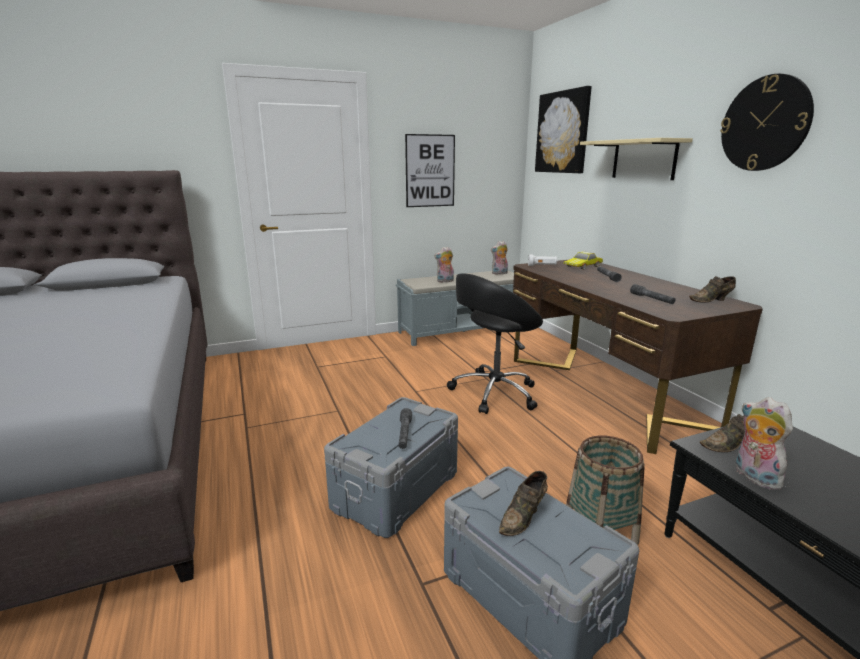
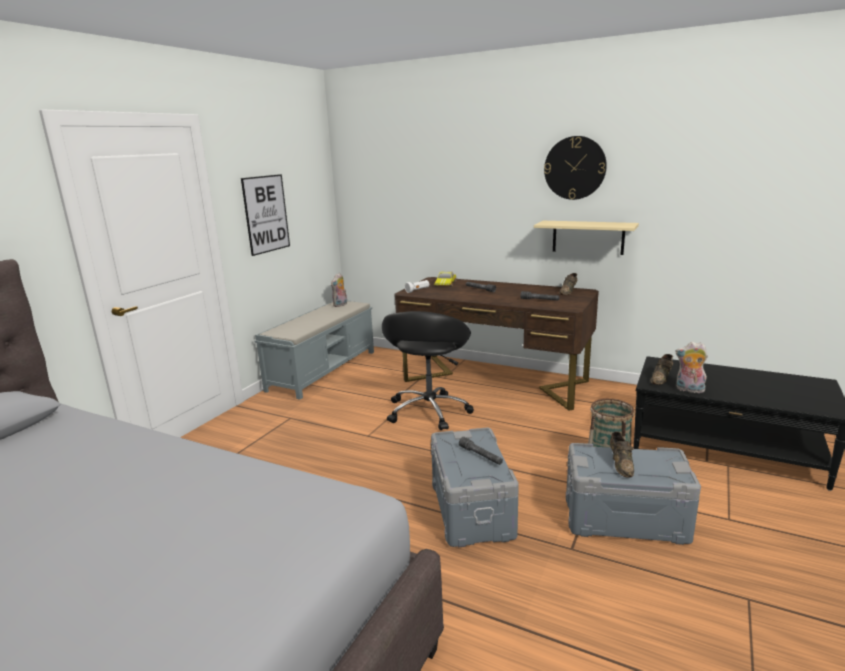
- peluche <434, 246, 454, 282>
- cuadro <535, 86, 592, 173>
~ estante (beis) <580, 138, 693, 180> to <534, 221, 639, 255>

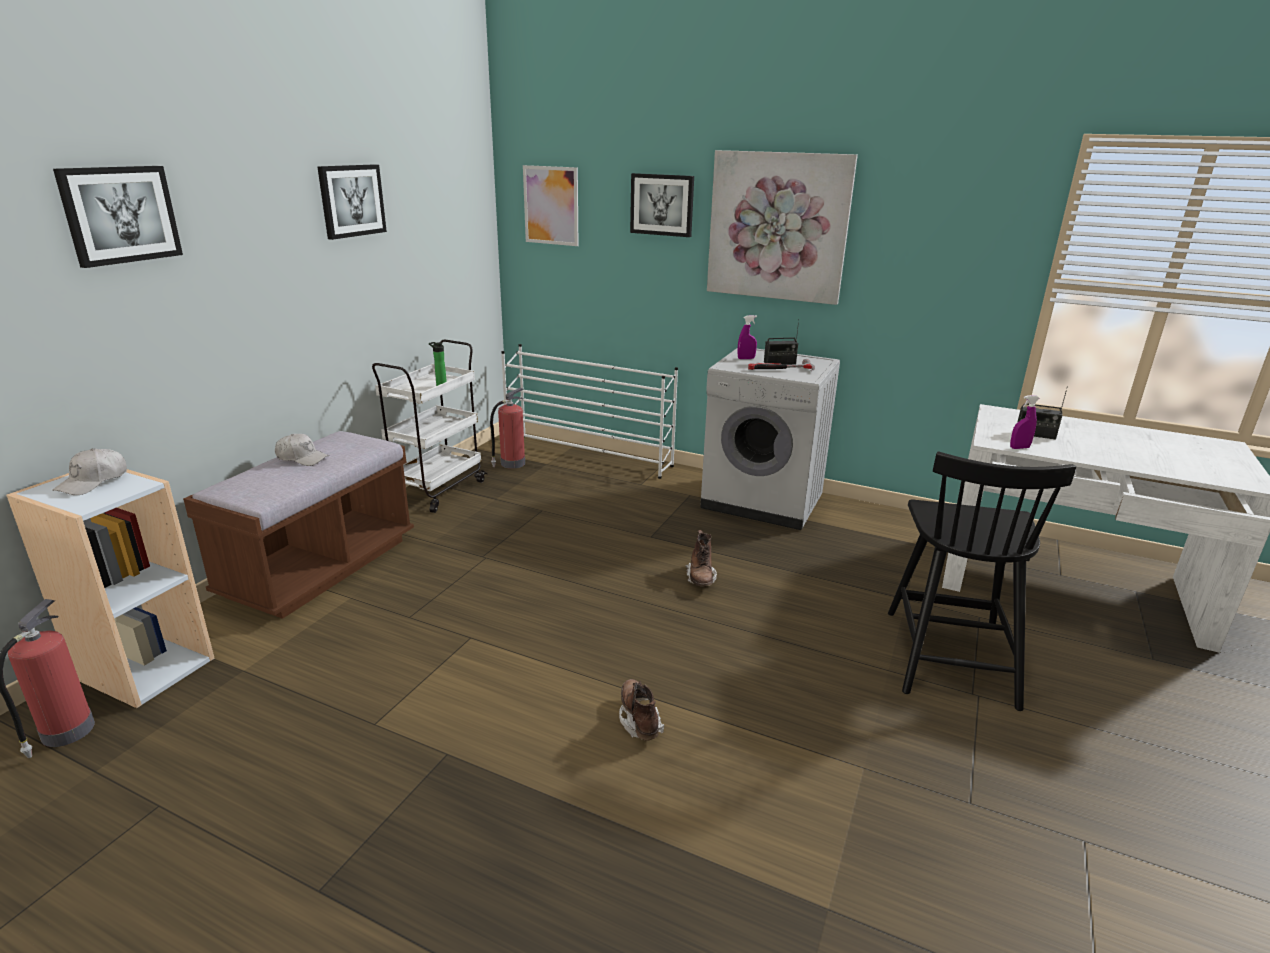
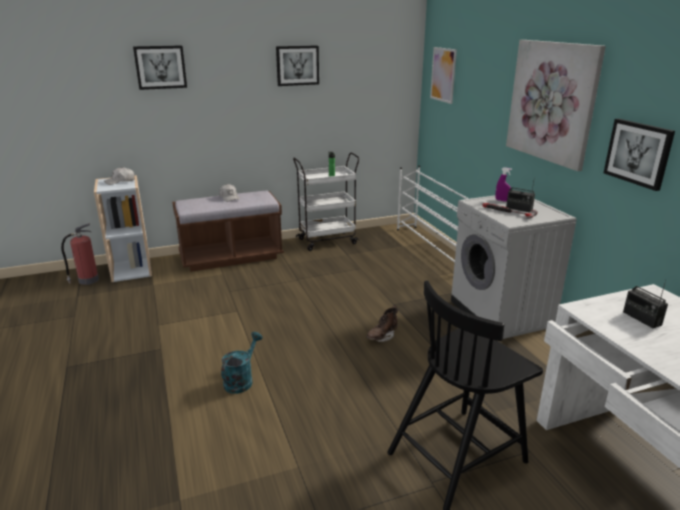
- extintor <490, 388, 525, 469>
~ bota (marrón) <619, 679, 664, 740> to regadera (turquesa) <221, 332, 263, 394>
~ cuadro <630, 173, 694, 237> to <604, 119, 675, 191>
- pulverizador (morado) <1010, 395, 1039, 449>

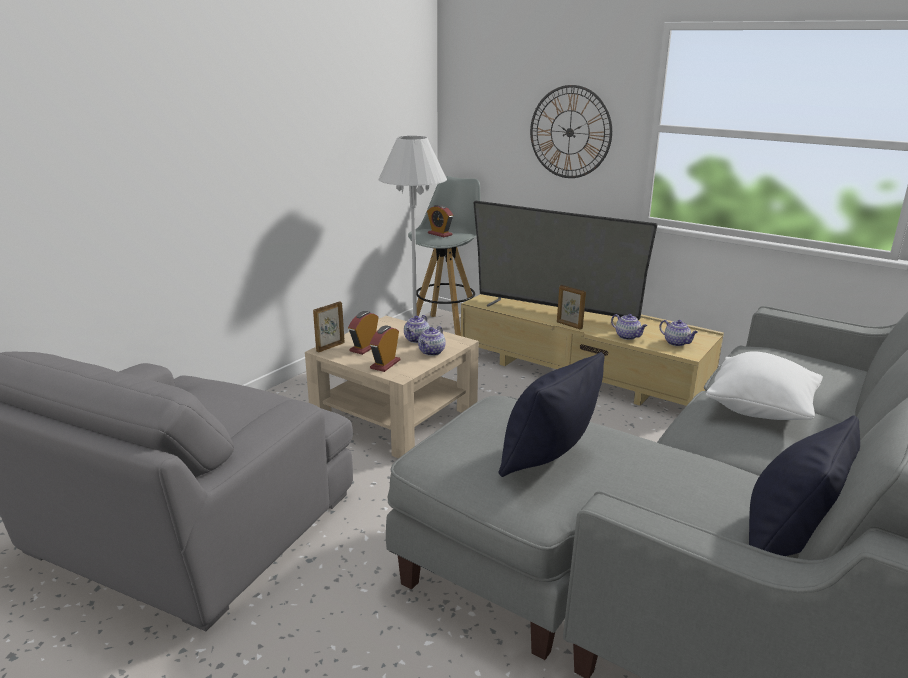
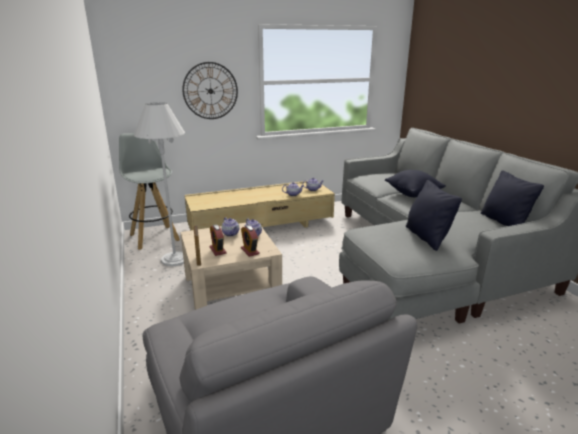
- despertador <427, 204, 453, 237>
- televisor <473, 201, 658, 320>
- portarretratos <557, 285, 586, 330>
~ cojín (blanco) <706, 351, 823, 420> to cojín (negro) <385, 170, 446, 197>

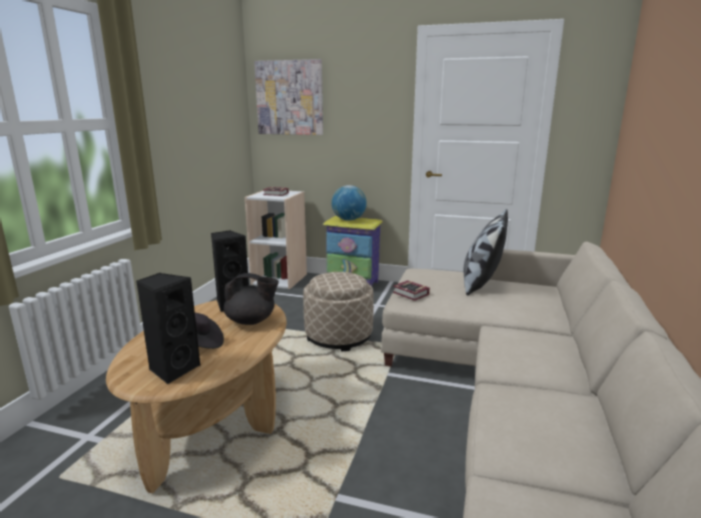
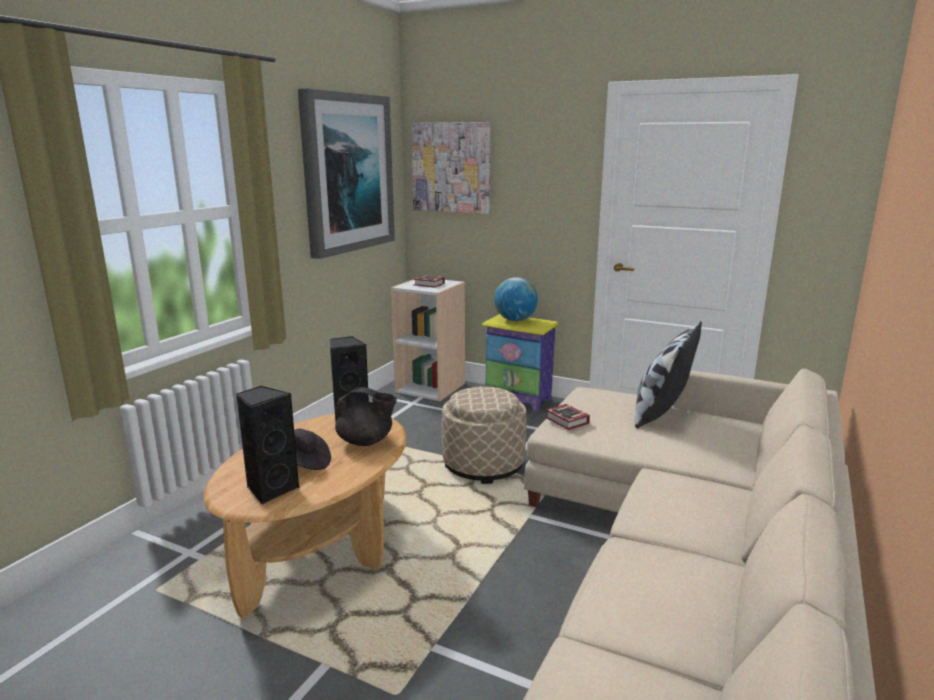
+ cuadro <298, 88, 395, 259>

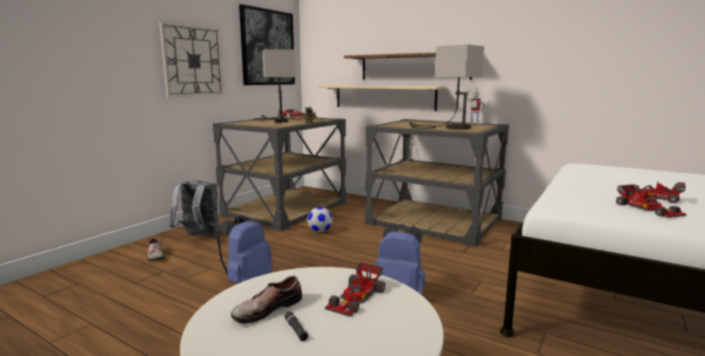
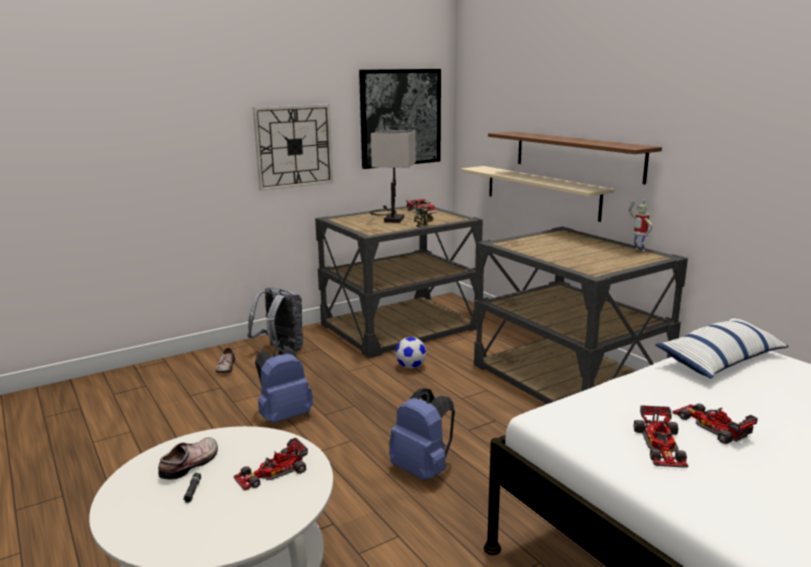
~ zapato <231, 276, 302, 324> = <158, 437, 218, 480> 135 degrees clockwise
- lámpara de mesa <409, 44, 484, 130>
+ cojín <655, 317, 789, 378>

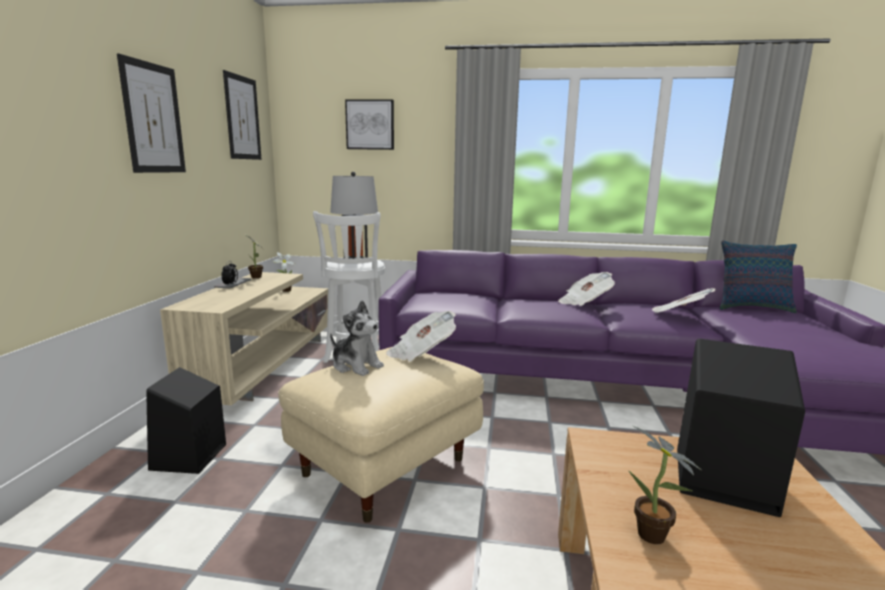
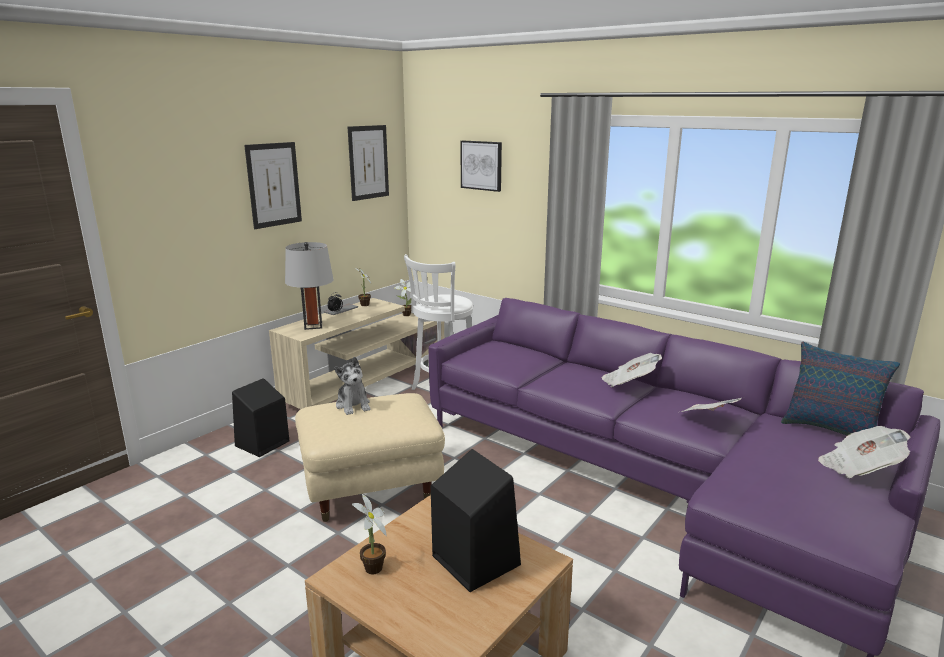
~ lámpara de mesa (gris) <330, 172, 378, 259> to <285, 242, 334, 330>
~ periódico <386, 311, 456, 362> to <818, 426, 911, 478>

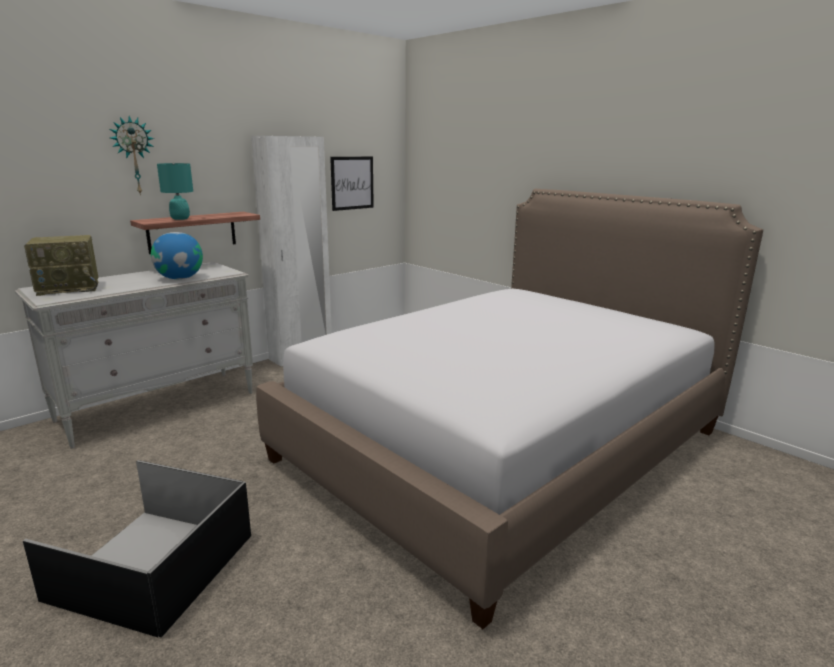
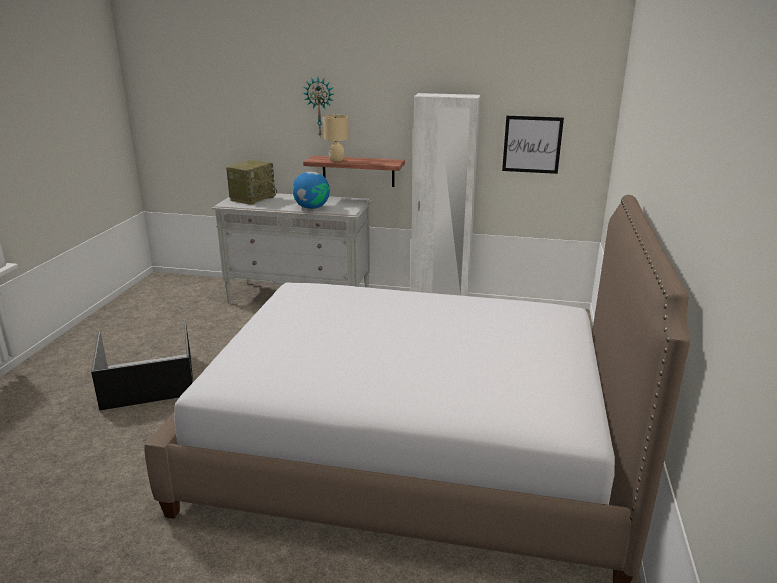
~ radio <24, 235, 99, 296> = <226, 160, 277, 205> 90 degrees counterclockwise
~ lámpara de mesa (turquesa) <157, 163, 193, 220> to lámpara de mesa (beis) <323, 115, 349, 162>

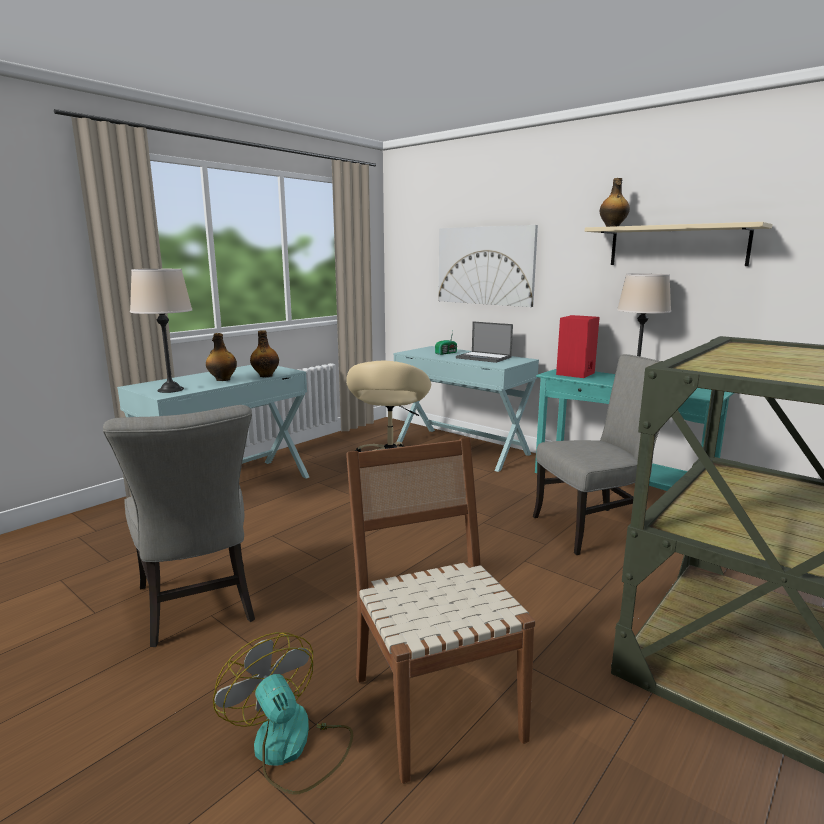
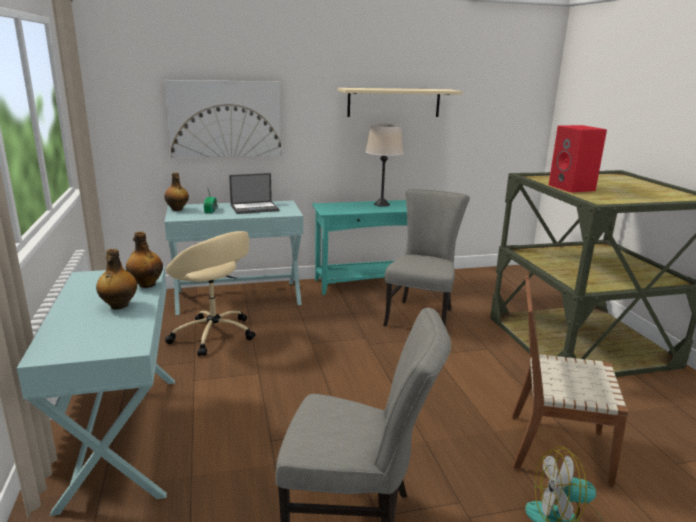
- lámpara de mesa (beis) <130, 269, 192, 393>
~ altavoz (rojo) <556, 315, 600, 378> to <549, 125, 607, 193>
~ botella <600, 178, 630, 227> to <164, 173, 189, 211>

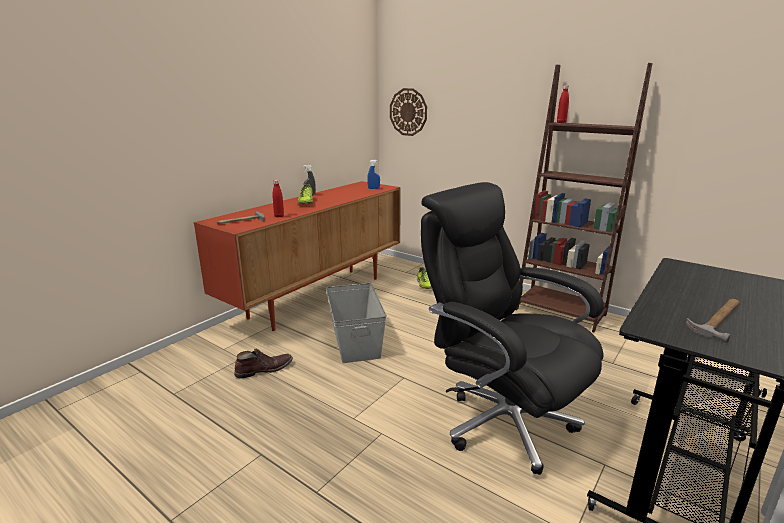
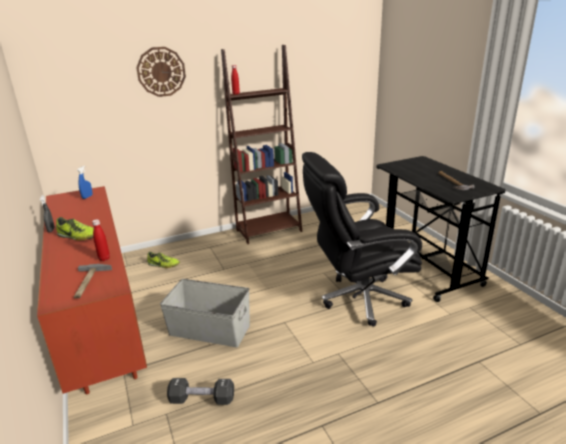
~ bota (marrón) <234, 349, 293, 378> to mancuerna (negro) <167, 378, 234, 405>
~ reloj de pared <390, 88, 427, 136> to <136, 47, 186, 97>

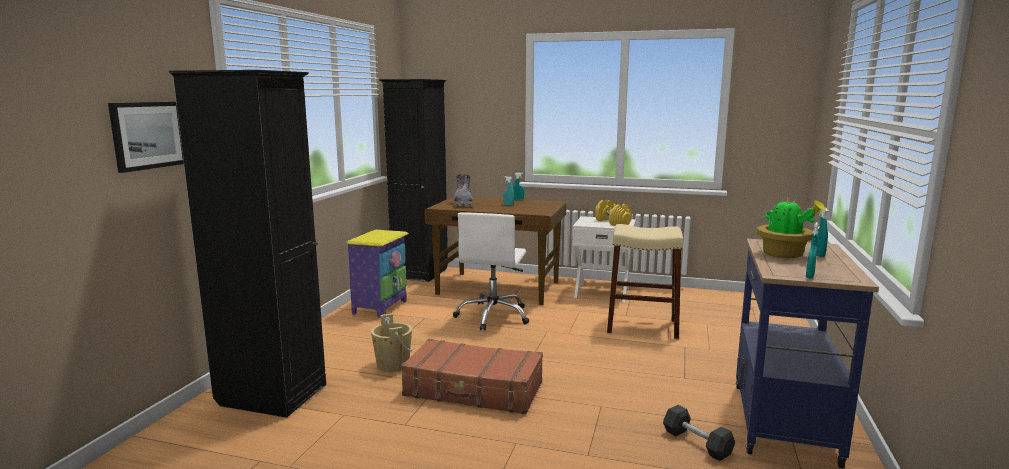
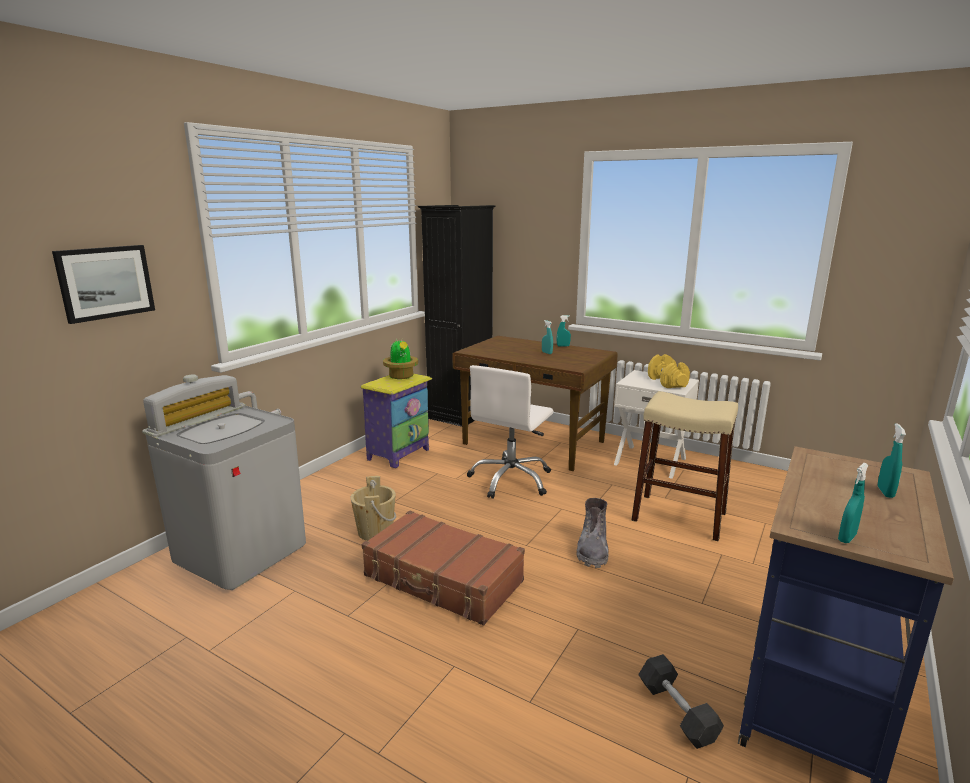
~ armario (negro) <169, 70, 326, 417> to lavadora (gris) <142, 375, 306, 590>
~ bota (gris) <453, 174, 473, 207> to <576, 498, 609, 568>
~ planta en maceta <757, 196, 826, 258> to <383, 338, 418, 379>

